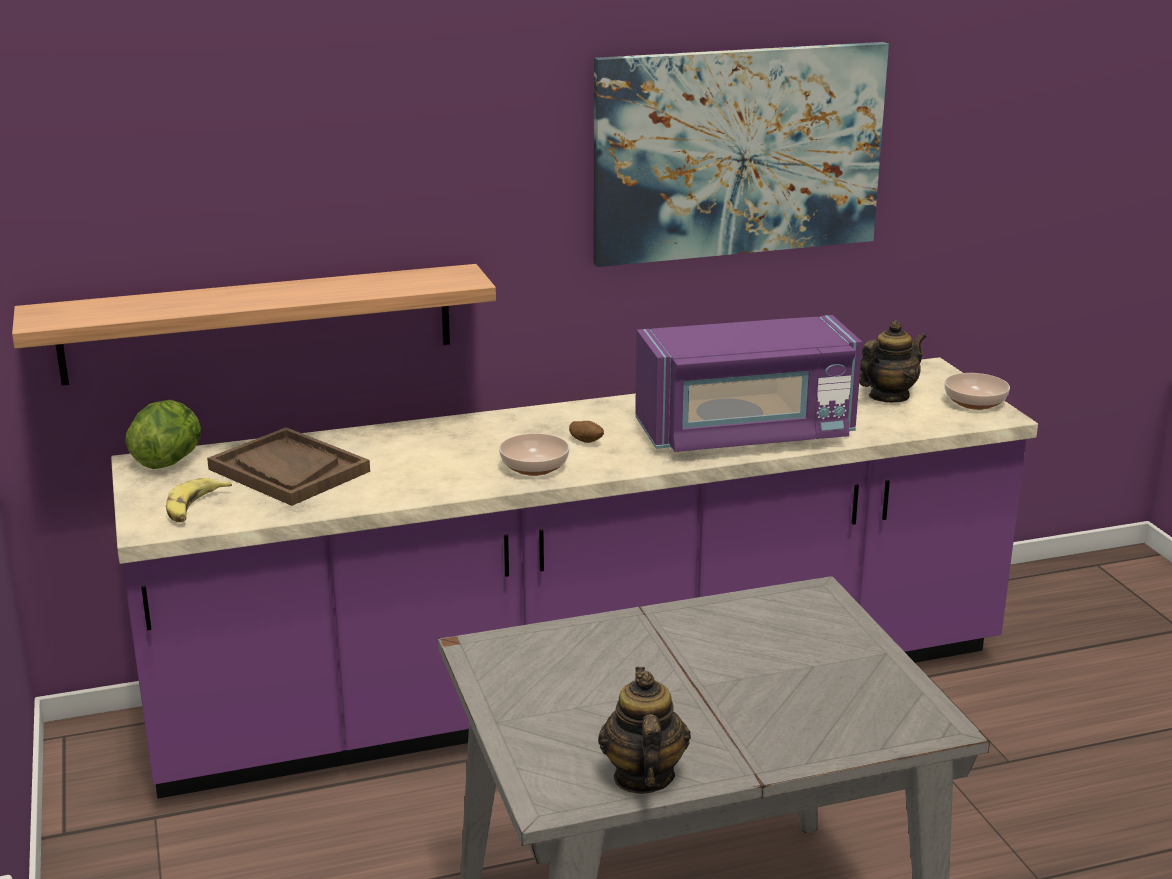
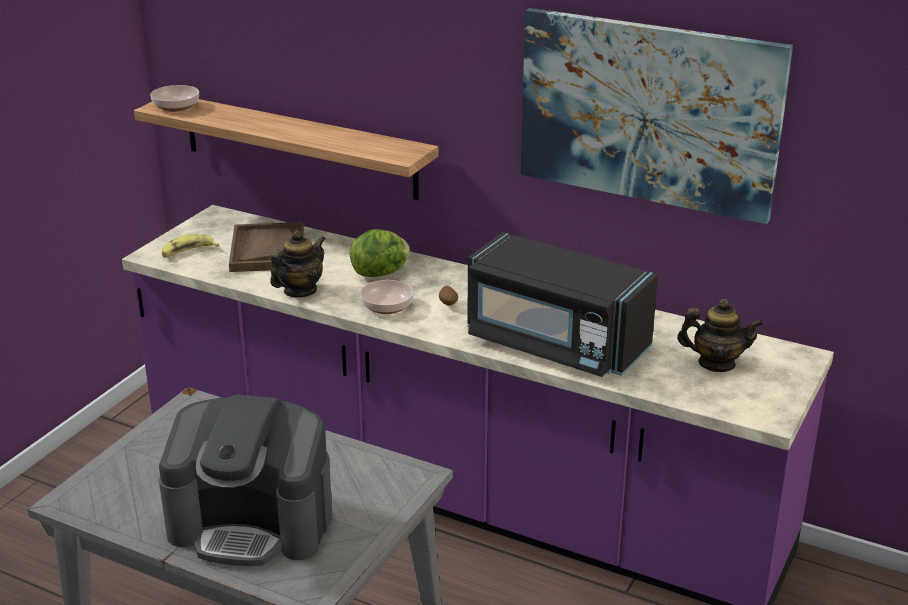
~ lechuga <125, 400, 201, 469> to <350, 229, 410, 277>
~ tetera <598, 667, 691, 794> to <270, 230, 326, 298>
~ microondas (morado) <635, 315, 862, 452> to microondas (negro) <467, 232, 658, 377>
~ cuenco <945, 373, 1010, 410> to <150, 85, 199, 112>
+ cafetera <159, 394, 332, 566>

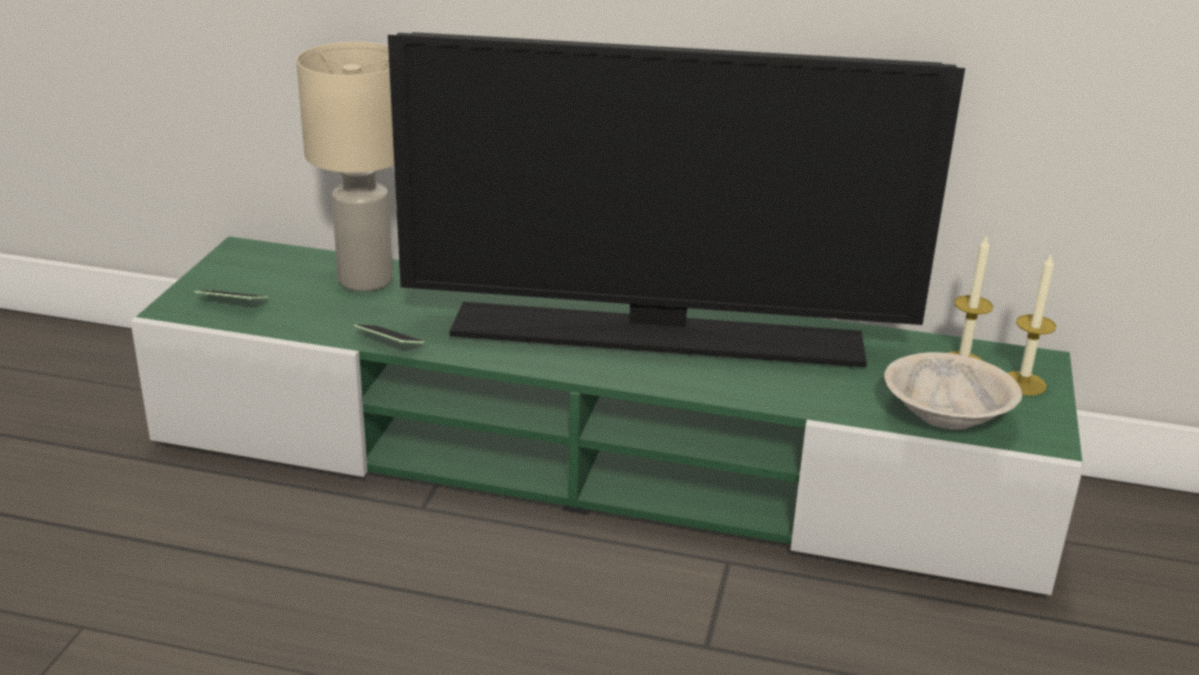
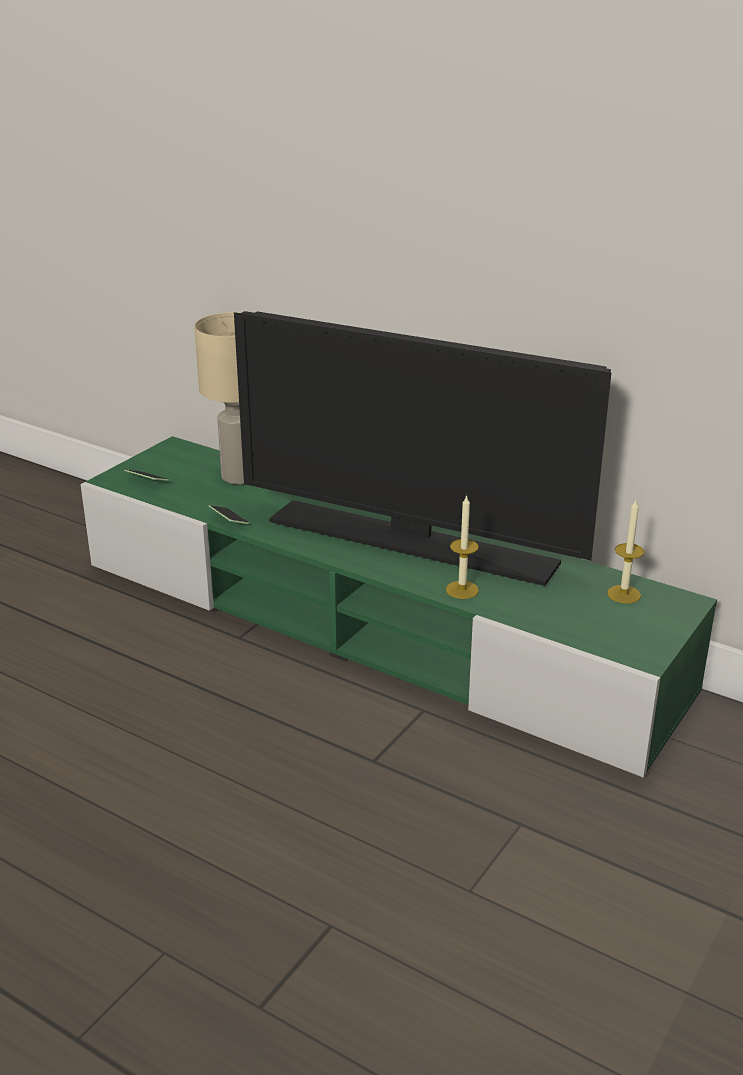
- cuenco (beis) <884, 352, 1022, 429>
~ vela <1008, 253, 1056, 395> to <446, 495, 479, 599>

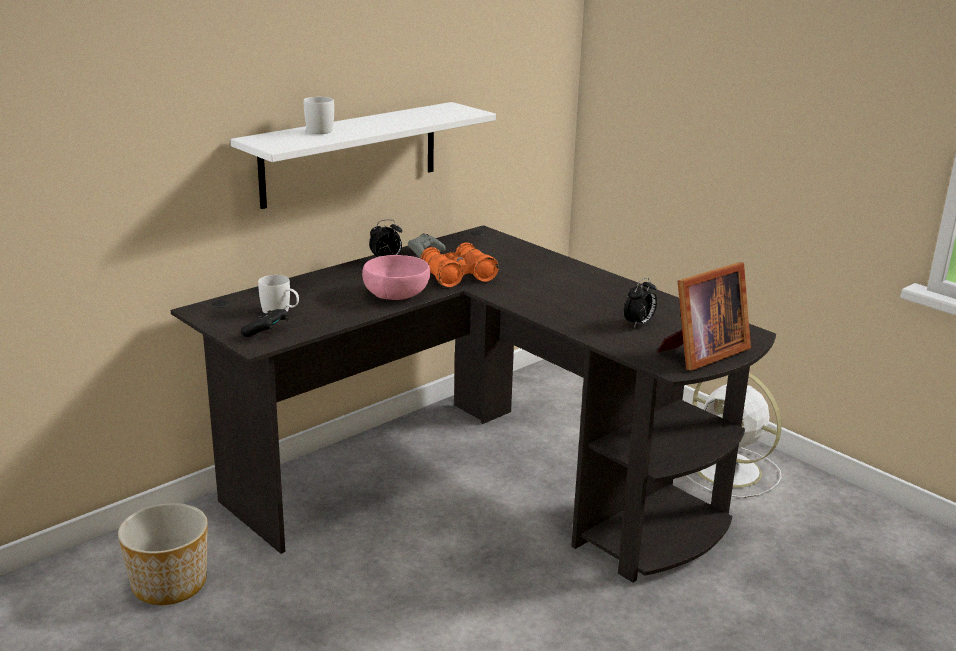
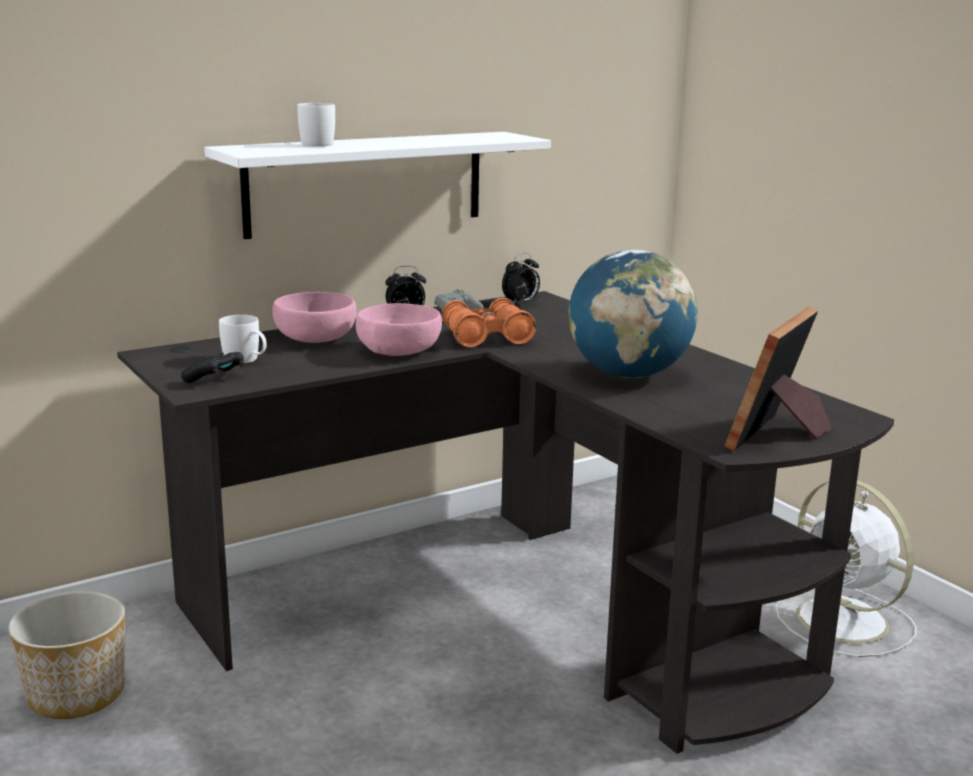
~ despertador <624, 277, 657, 328> to <502, 253, 540, 303>
~ portarretratos <658, 262, 751, 371> = <725, 307, 832, 451> 150 degrees clockwise
+ cuenco (rosa) <272, 292, 356, 343>
+ globo terráqueo <568, 250, 697, 378>

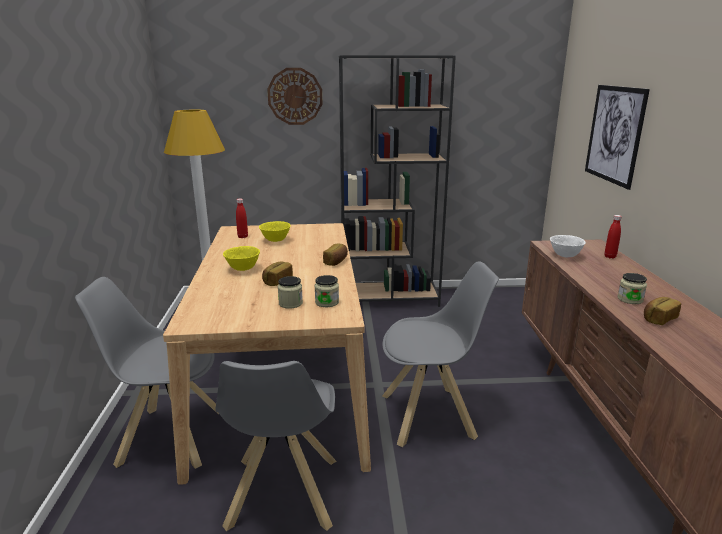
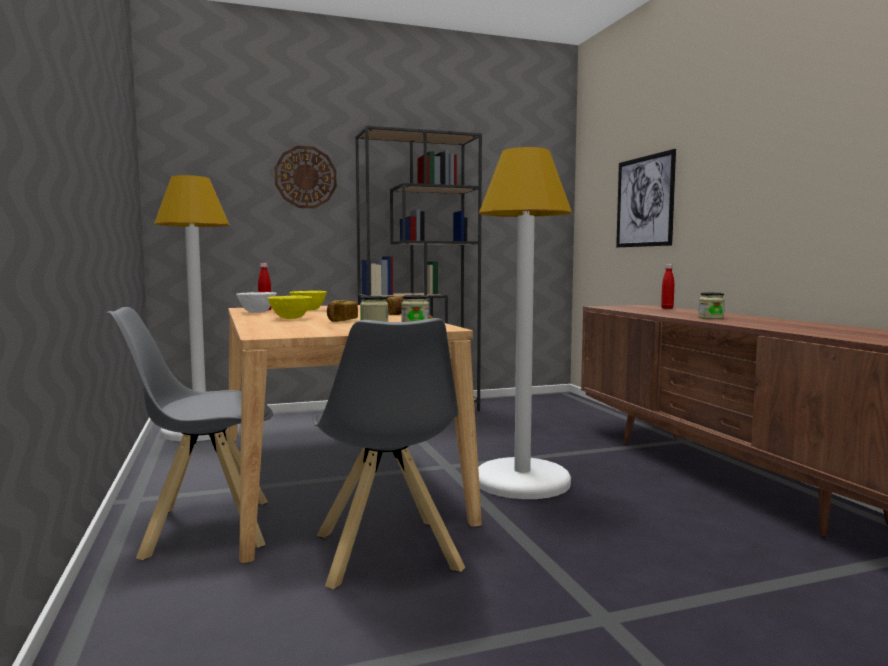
~ silla (gris) <382, 261, 499, 447> to lámpara de pie (blanco) <478, 147, 572, 499>
~ cuenco (blanco) <550, 235, 586, 257> to <236, 292, 276, 313>
- pan <644, 297, 682, 325>

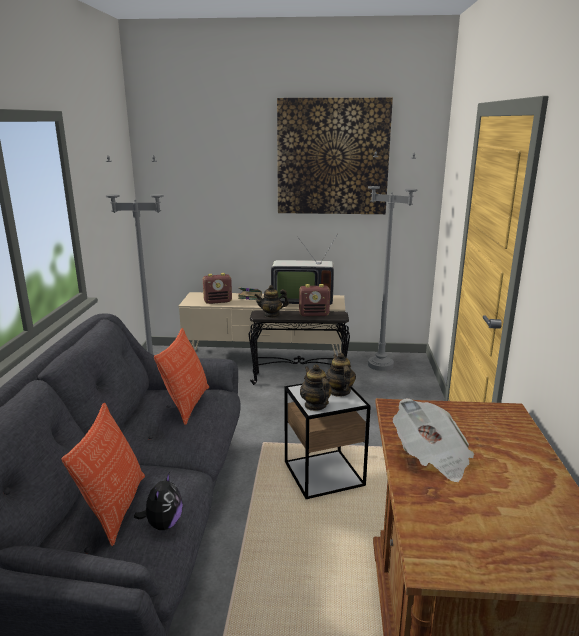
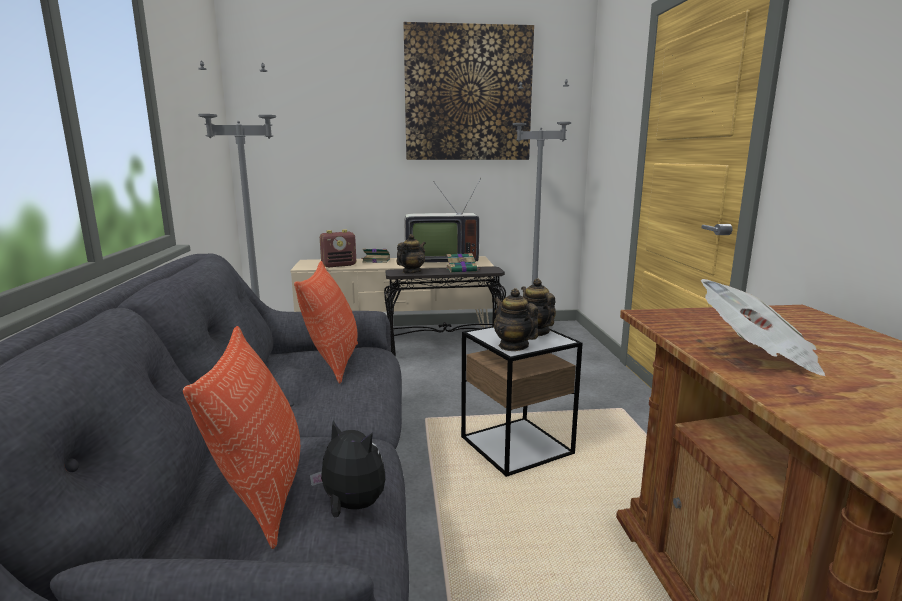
~ peluche <134, 473, 183, 530> = <310, 420, 385, 518> 60 degrees counterclockwise
~ tetera <254, 285, 289, 318> = <396, 234, 426, 273> 150 degrees clockwise
~ radio <299, 284, 330, 316> to libro <446, 253, 480, 273>

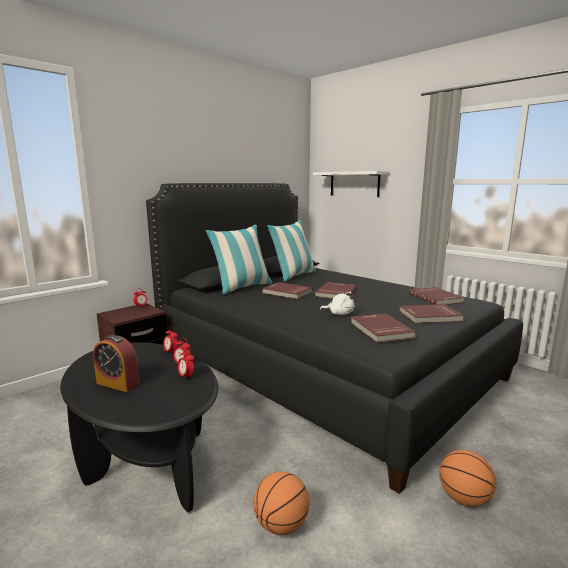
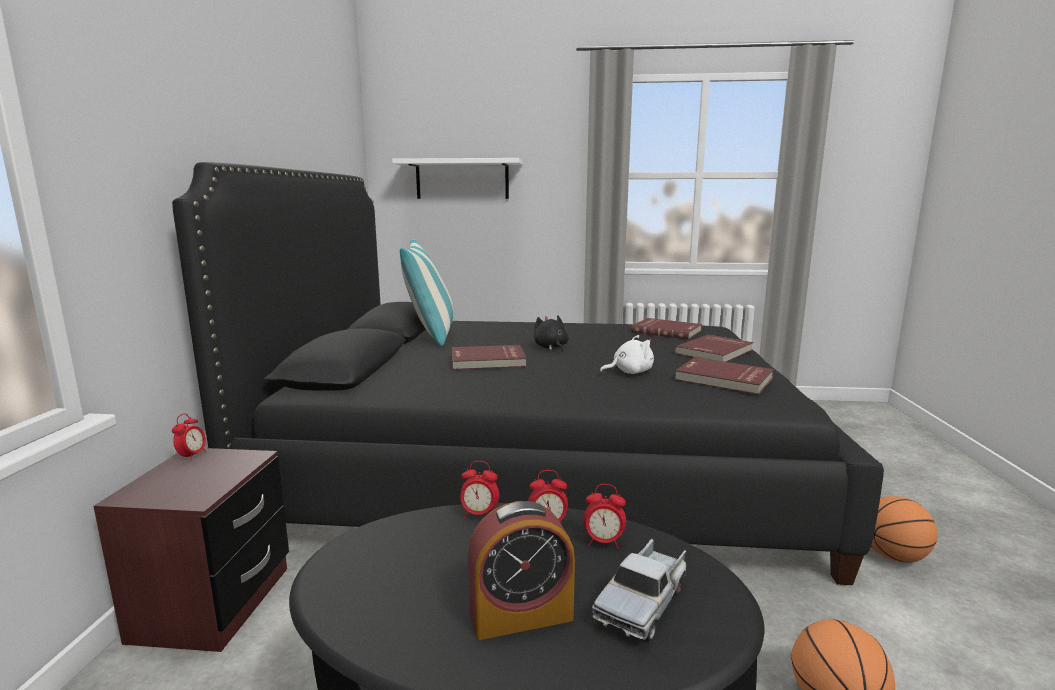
- cojín <206, 225, 272, 294>
~ libro (rojo) <315, 282, 356, 299> to peluche (negro) <534, 315, 569, 352>
+ camión de juguete <592, 539, 686, 642>

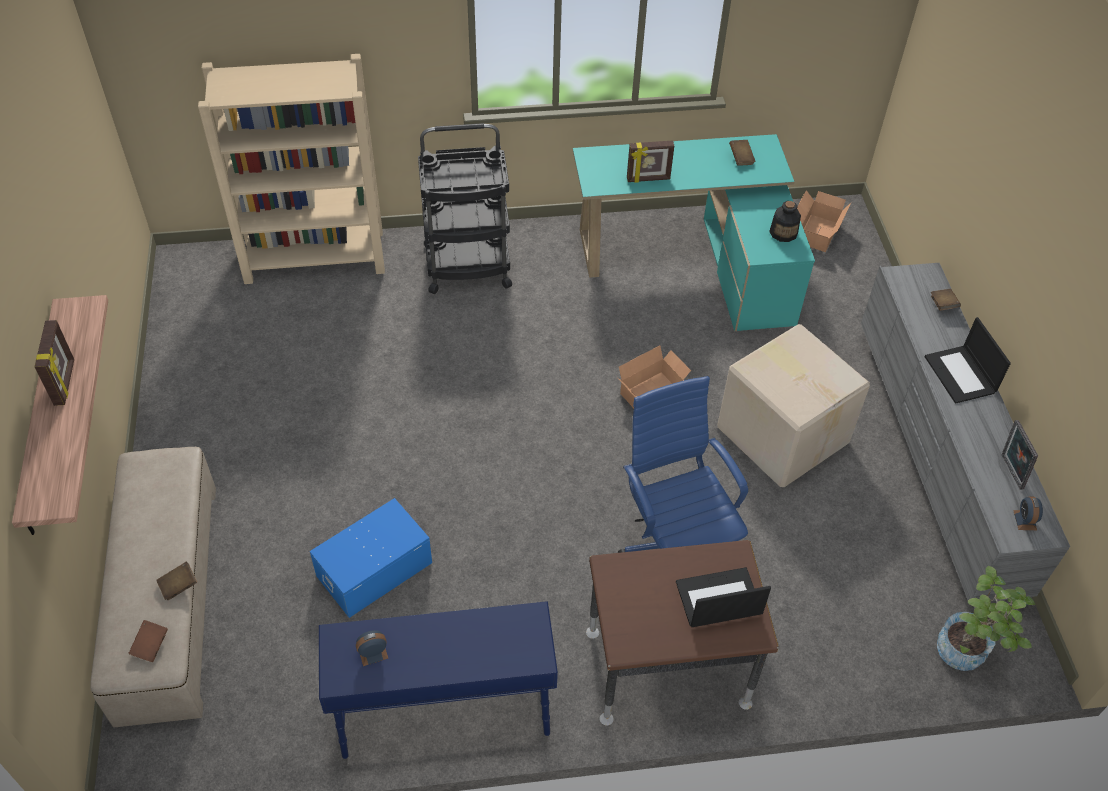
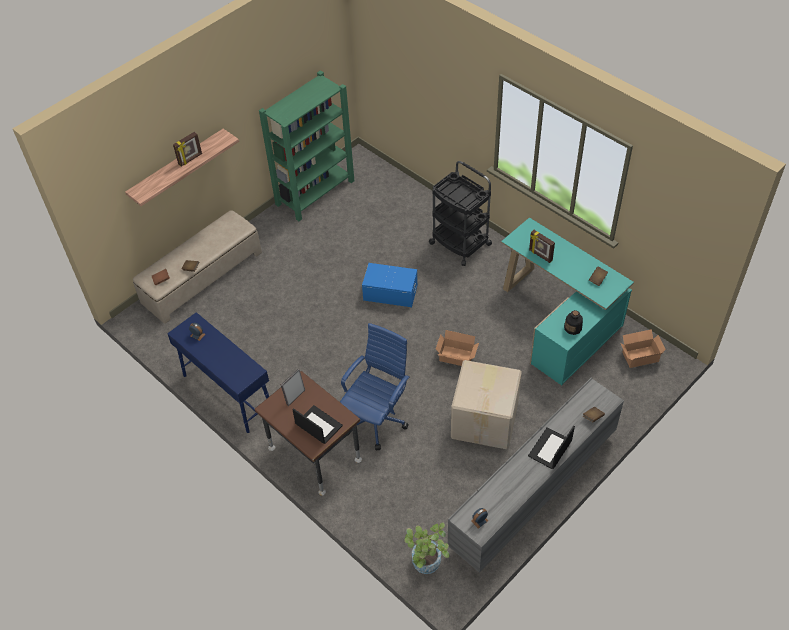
- estantería (beis) <198, 54, 385, 284>
~ caja de almacenaje (azul) <310, 498, 432, 618> to <362, 263, 418, 307>
~ portarretratos <1002, 420, 1038, 490> to <281, 369, 305, 406>
+ estantería (verde) <259, 70, 354, 221>

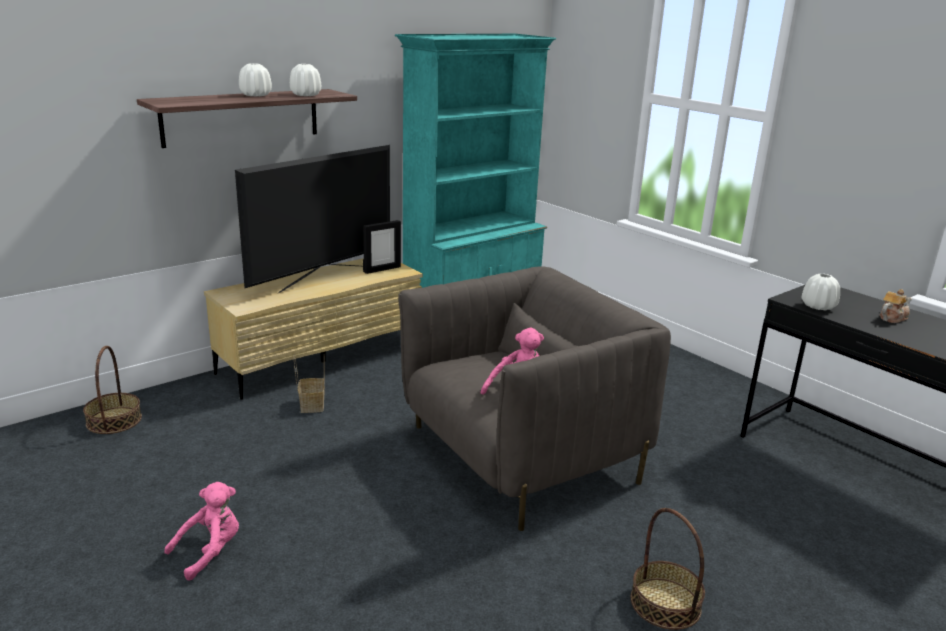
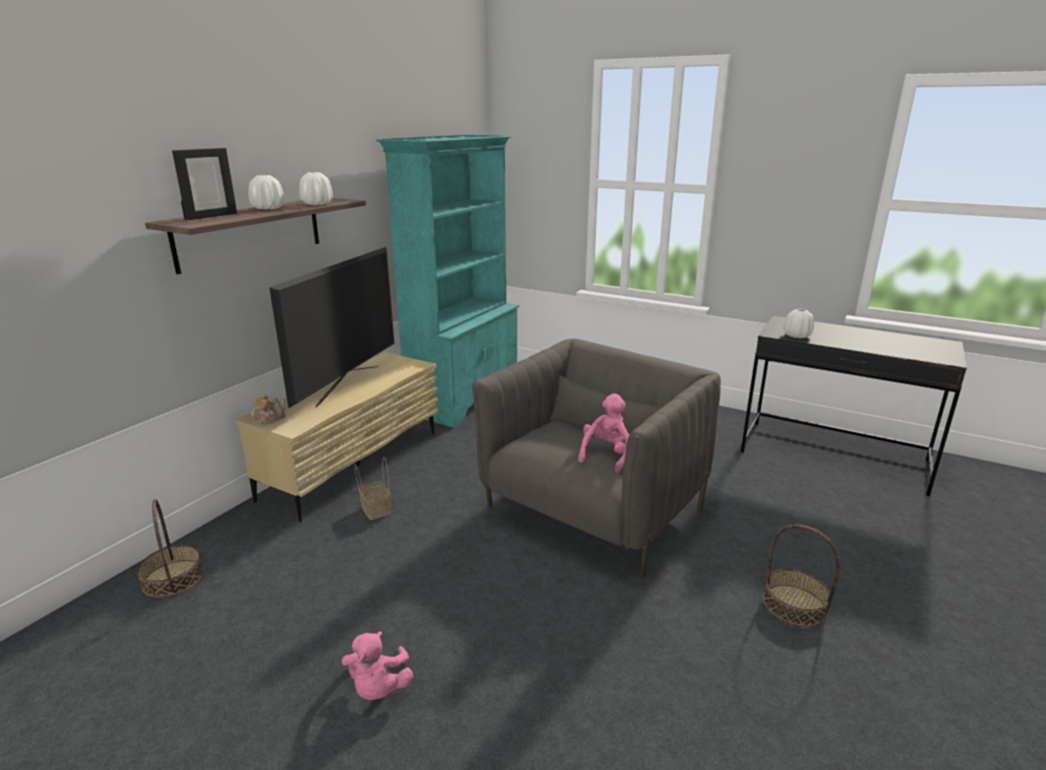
~ peluche (rosa) <165, 482, 239, 580> = <342, 631, 413, 700> 150 degrees clockwise
~ portarretratos <363, 220, 401, 274> to <172, 148, 237, 220>
~ tetera <880, 289, 912, 323> to <251, 395, 286, 425>

